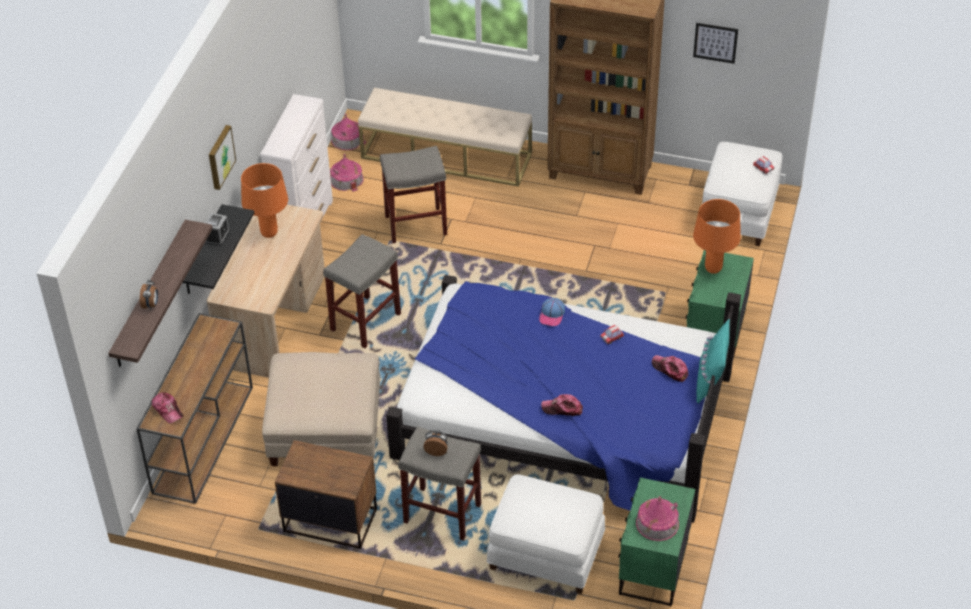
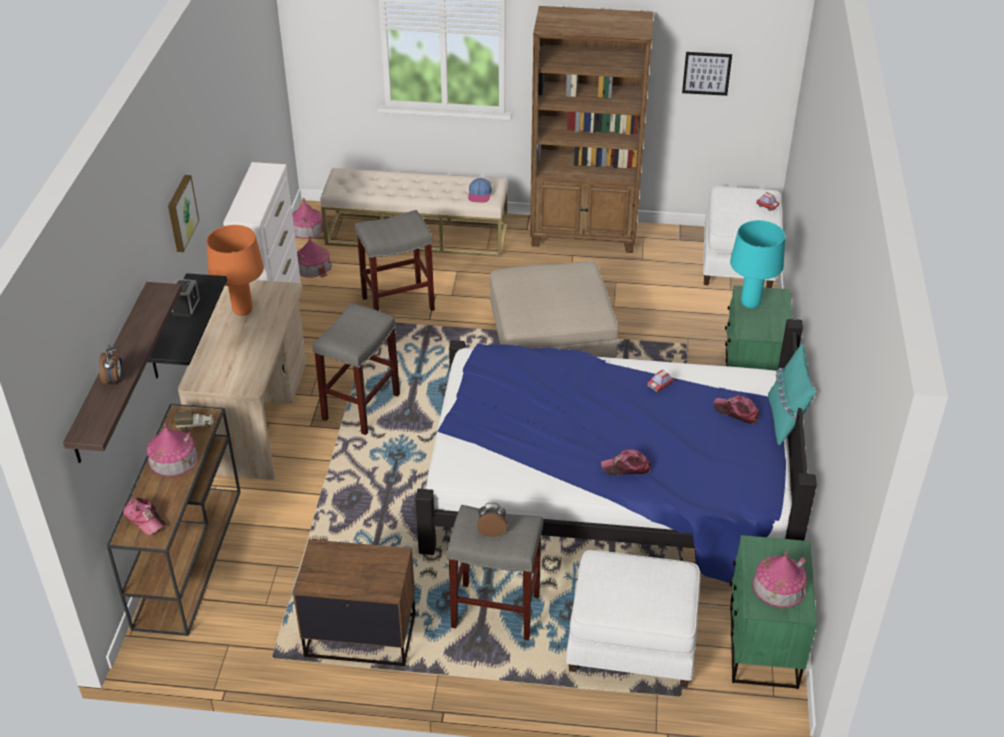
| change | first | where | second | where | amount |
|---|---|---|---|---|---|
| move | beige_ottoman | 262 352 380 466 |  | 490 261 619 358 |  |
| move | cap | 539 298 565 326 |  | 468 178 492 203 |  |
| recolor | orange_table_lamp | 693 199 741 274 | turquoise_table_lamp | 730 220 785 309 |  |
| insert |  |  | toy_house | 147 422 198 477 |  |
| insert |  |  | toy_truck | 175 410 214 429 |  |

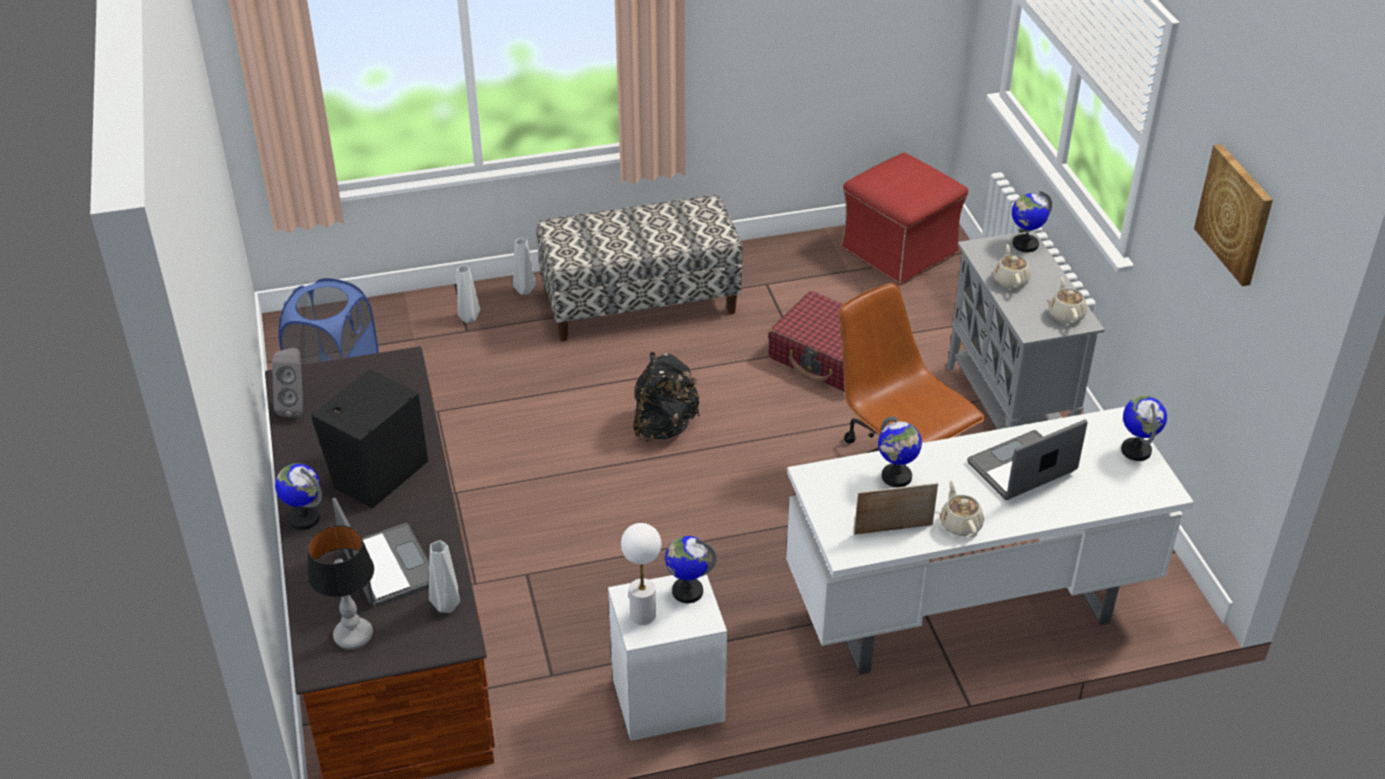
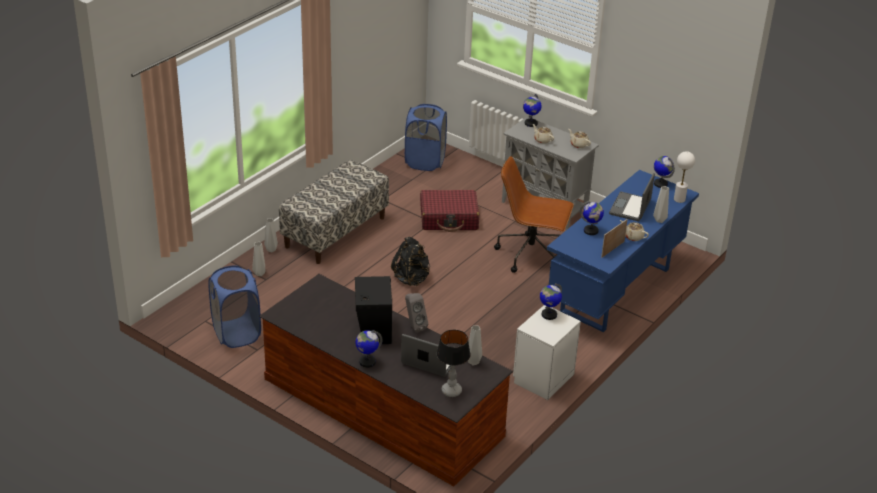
| change | first | where | second | where | amount |
|---|---|---|---|---|---|
| move | grey_speaker | 272 348 303 418 |  | 405 293 428 333 |  |
| move | white_table_lamp | 621 523 661 625 |  | 674 151 695 203 |  |
| recolor | white_desk | 786 407 1194 675 | blue_desk | 547 170 699 332 |  |
| replace | red_ottoman | 840 153 968 285 | blue_laundry_basket | 405 104 447 171 |  |
| delete | picture | 1194 144 1273 286 |  |  |  |
| insert |  |  | grey_vase | 653 186 669 223 |  |

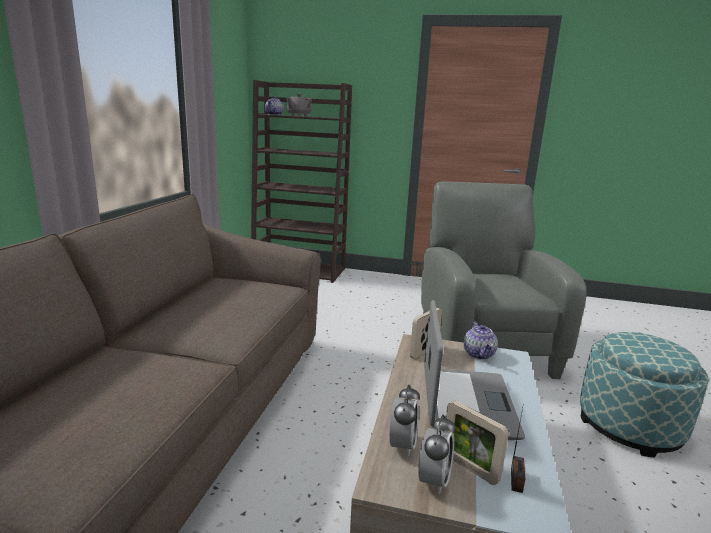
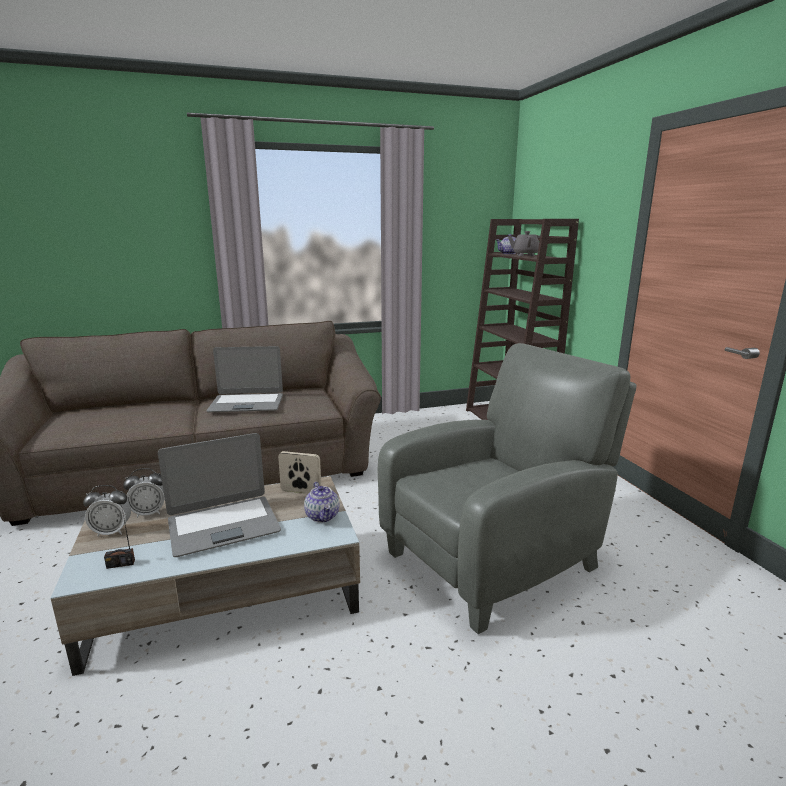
| change | first | where | second | where | amount |
|---|---|---|---|---|---|
| delete | picture_frame | 445 400 509 485 |  |  |  |
| rotate | teapot | 464 322 498 360 |  | 304 482 339 523 | 75 degrees counterclockwise |
| delete | ottoman | 580 332 709 458 |  |  |  |
| insert |  |  | laptop | 206 346 283 412 |  |

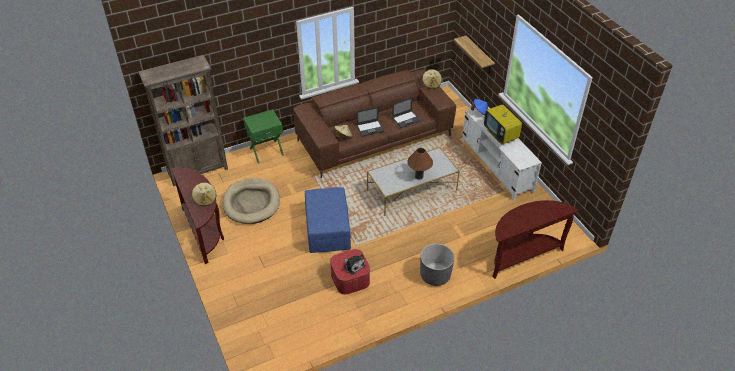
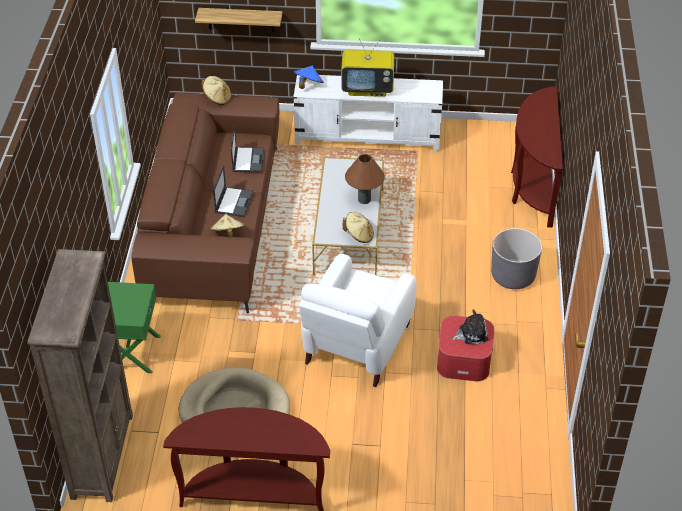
| change | first | where | second | where | amount |
|---|---|---|---|---|---|
| move | beige_hat | 192 182 216 206 |  | 343 212 374 243 |  |
| replace | blue_ottoman | 305 187 351 253 | white_armchair | 299 254 416 387 |  |

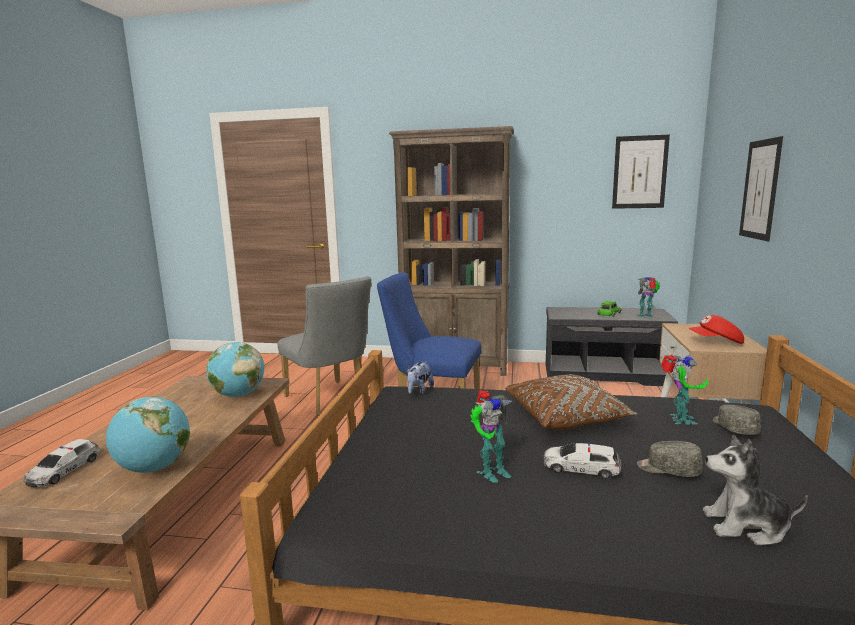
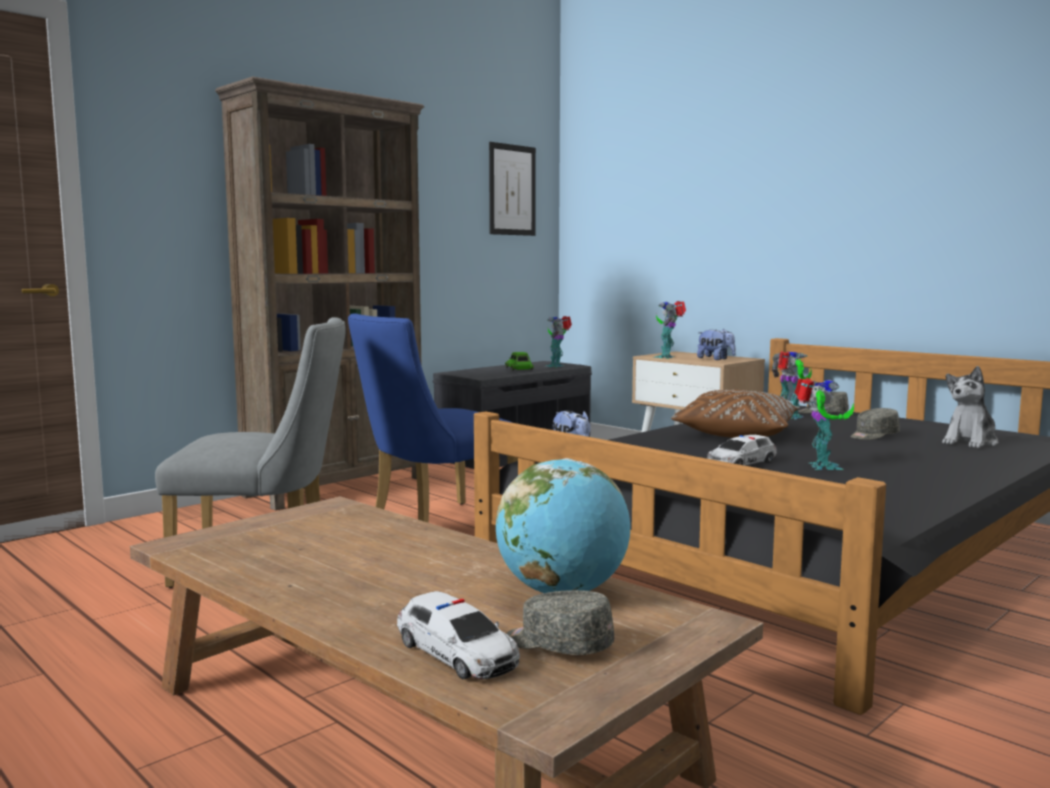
| change | first | where | second | where | amount |
|---|---|---|---|---|---|
| delete | globe | 206 342 264 397 |  |  |  |
| move | toy_car | 543 443 621 479 |  | 707 435 777 466 |  |
| replace | red_cap | 688 315 744 344 | plush_toy | 697 329 736 360 |  |
| delete | picture | 739 136 783 241 |  |  |  |
| insert |  |  | grey_cap | 506 590 614 655 |  |
| insert |  |  | toy_robot | 653 301 686 359 |  |

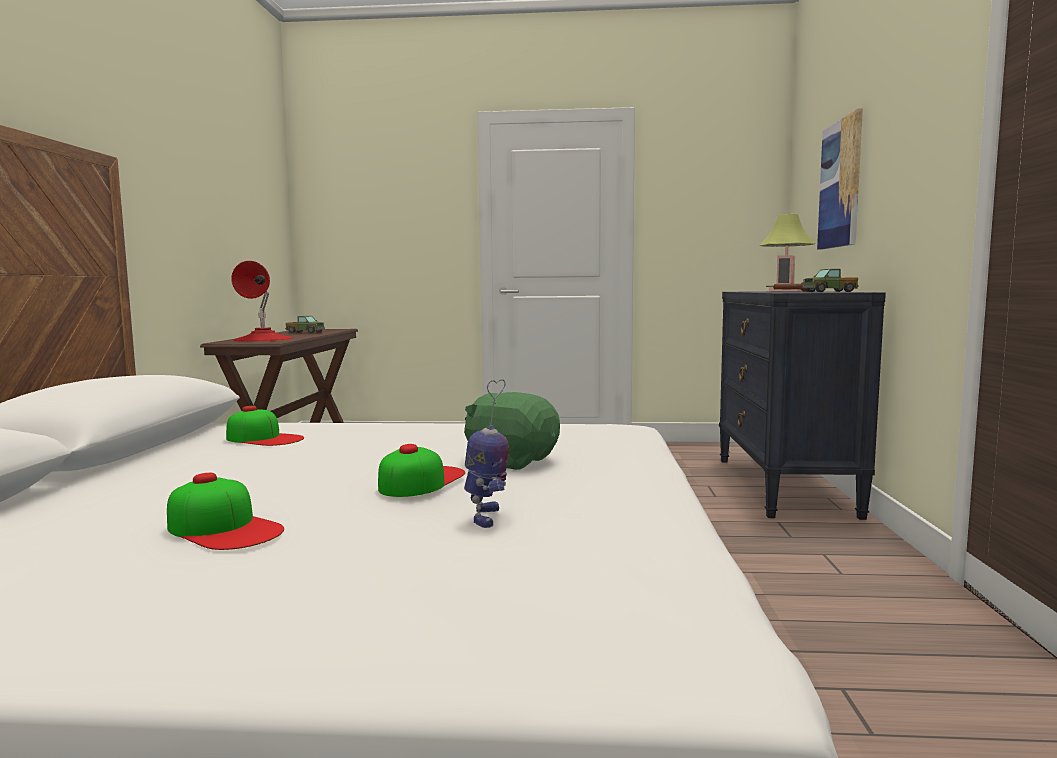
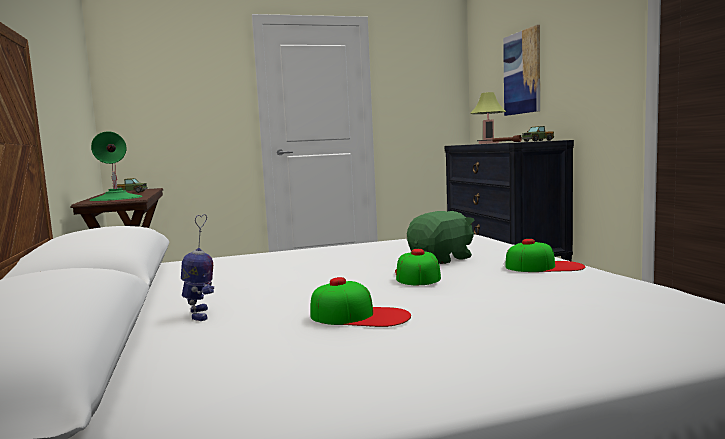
| change | first | where | second | where | amount |
|---|---|---|---|---|---|
| move | cap | 226 406 304 446 |  | 505 239 585 272 |  |
| recolor | red_table_lamp | 231 261 293 341 | green_table_lamp | 90 131 142 201 |  |
| move | toy_robot | 464 379 509 528 |  | 181 214 214 321 |  |
| rotate | green_plush_toy | 464 392 560 470 |  | 407 211 475 264 | 135 degrees clockwise |

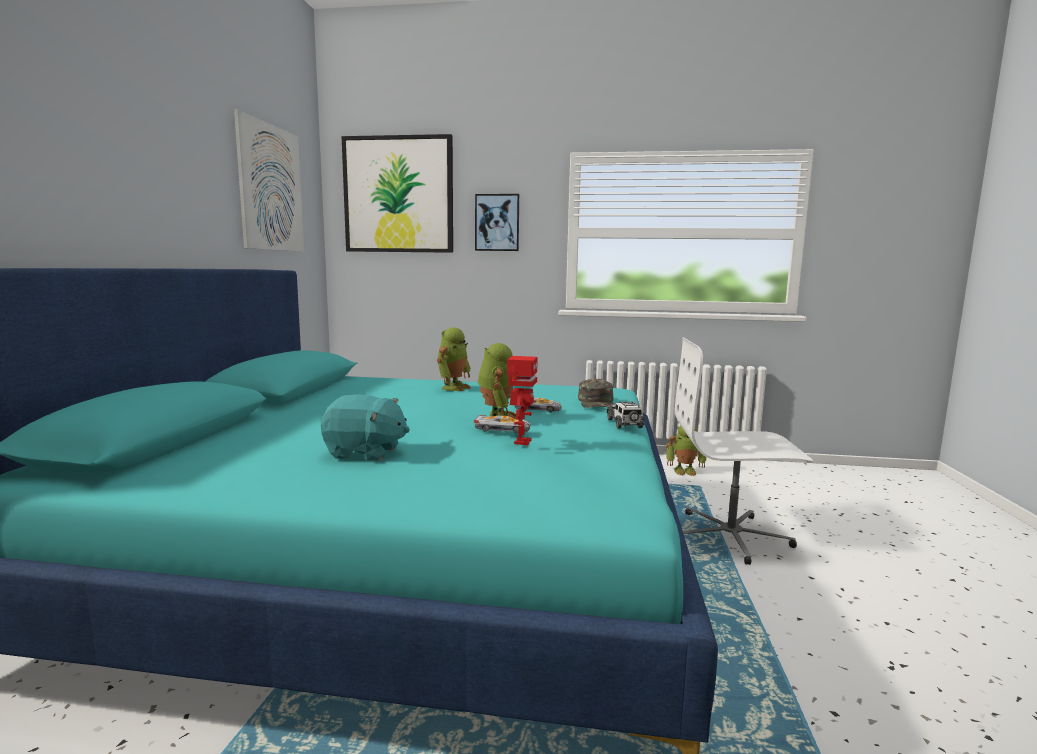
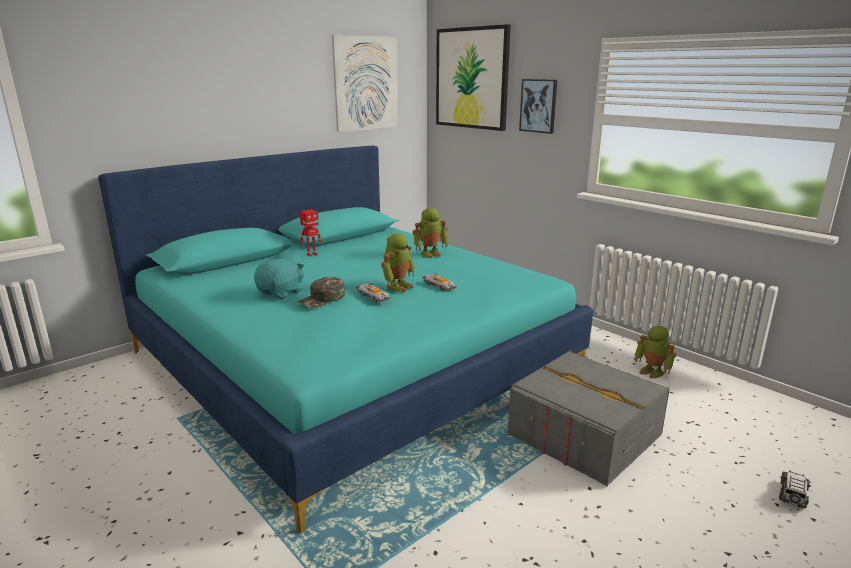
| change | first | where | second | where | amount |
|---|---|---|---|---|---|
| rotate | turquoise_plush_toy | 321 395 410 461 |  | 254 257 304 299 | 105 degrees counterclockwise |
| move | toy_robot | 507 356 538 445 |  | 299 209 323 256 |  |
| move | green_cap | 578 379 614 408 |  | 297 277 345 308 |  |
| move | toy_car | 607 401 645 429 |  | 779 471 811 508 |  |
| replace | white_office_chair | 675 337 813 565 | grey_storage_box | 508 350 670 486 |  |

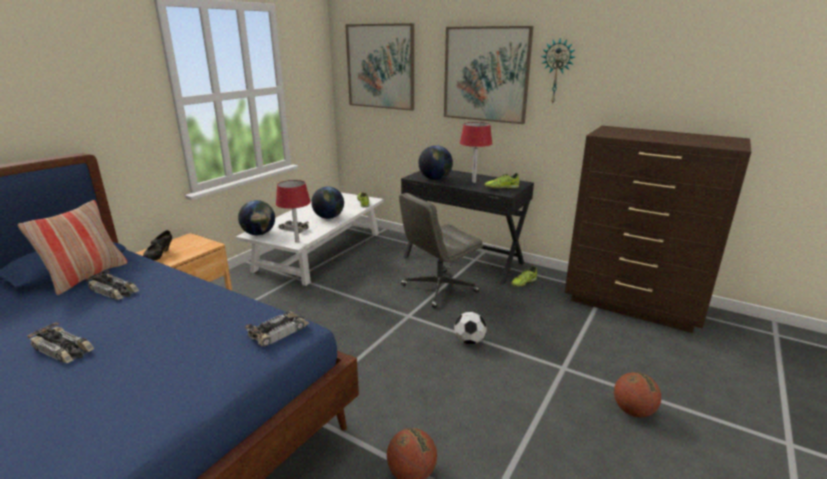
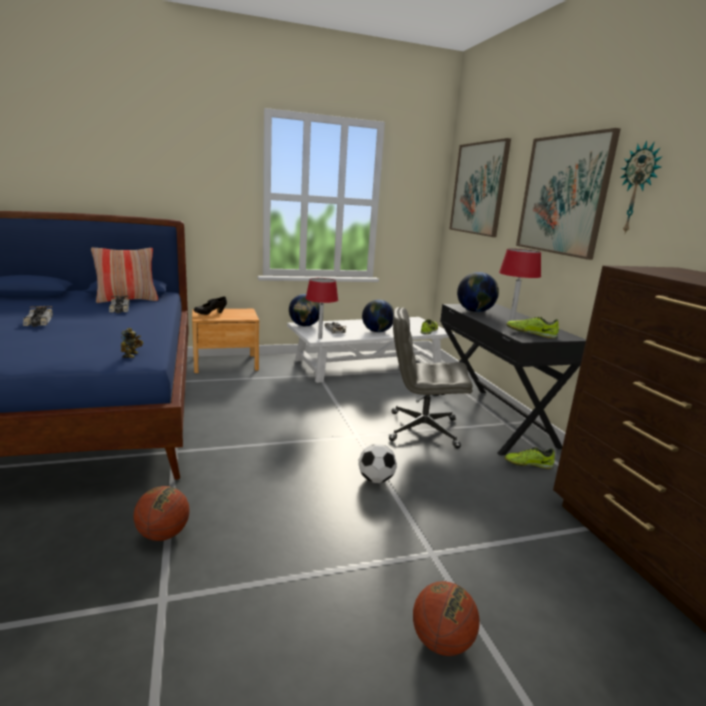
| change | first | where | second | where | amount |
|---|---|---|---|---|---|
| replace | toy_car | 245 311 309 347 | toy_robot | 121 328 144 358 |  |

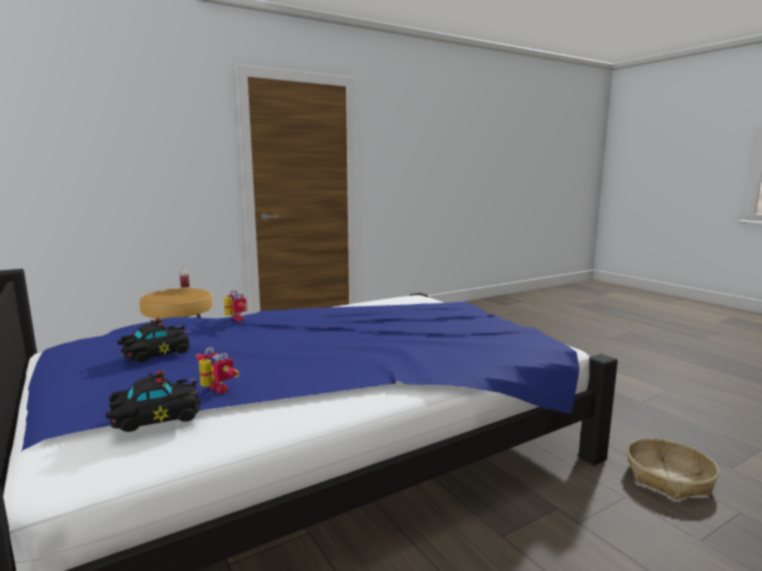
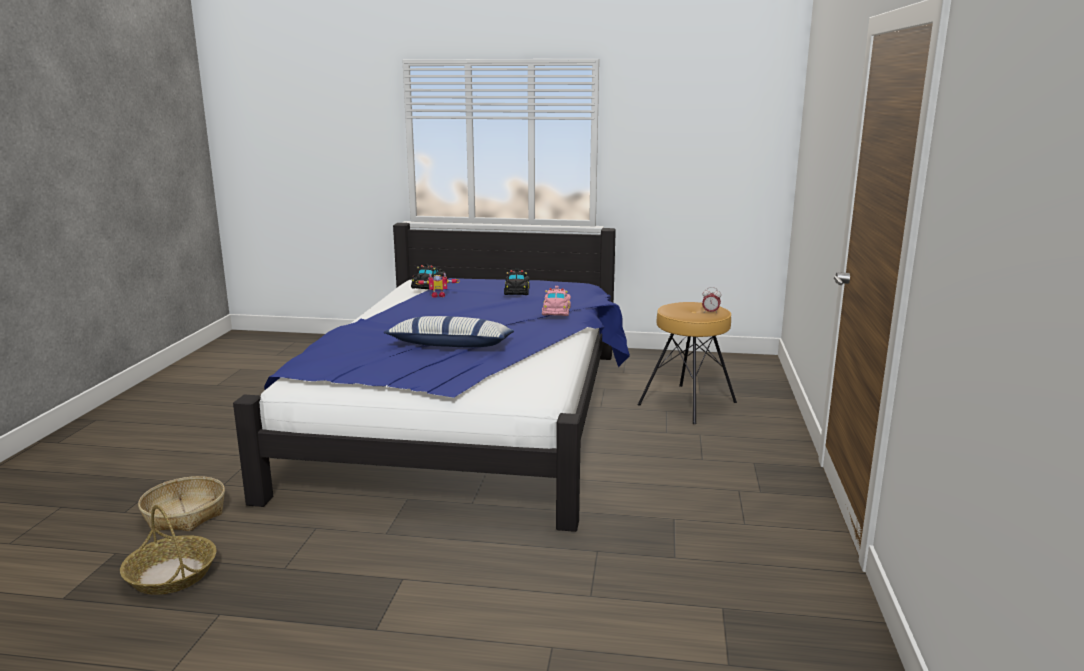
| change | first | where | second | where | amount |
|---|---|---|---|---|---|
| replace | toy_robot | 224 290 247 322 | pink_toy_car | 542 286 571 316 |  |
| insert |  |  | basket | 120 505 216 595 |  |
| insert |  |  | pillow | 384 316 514 347 |  |

